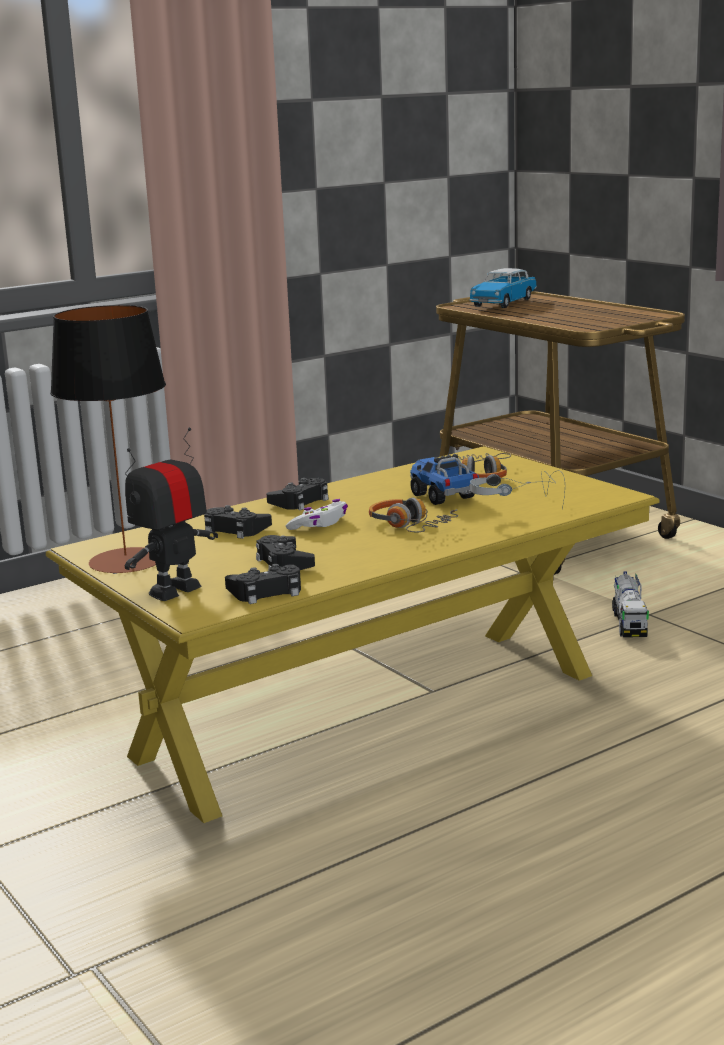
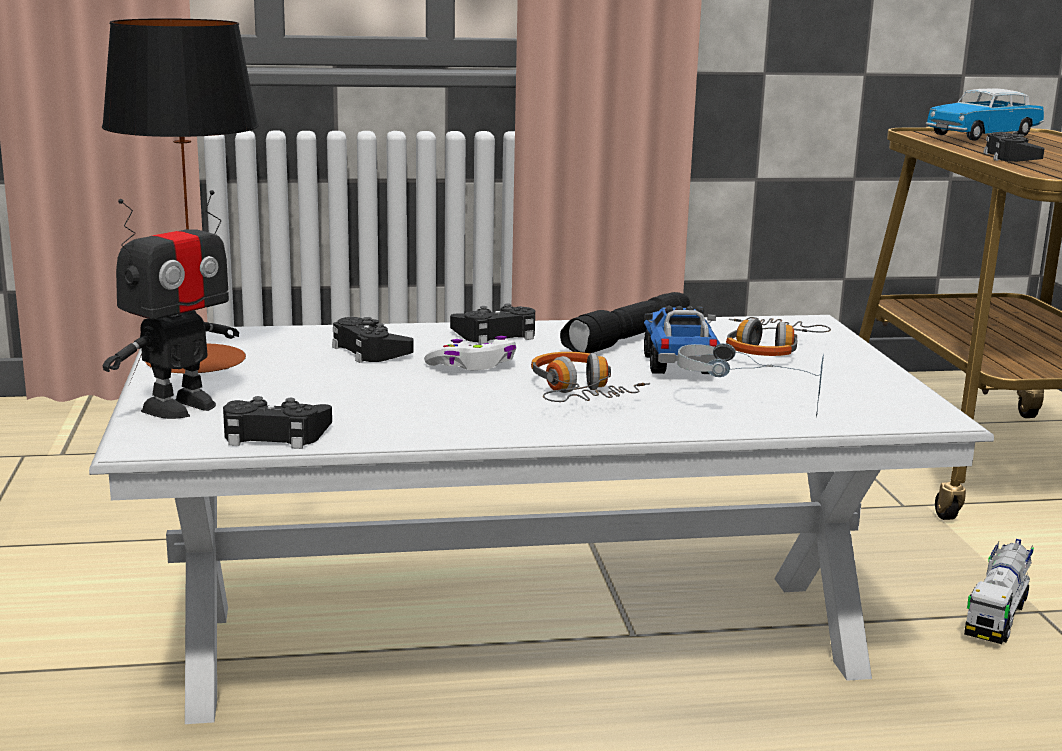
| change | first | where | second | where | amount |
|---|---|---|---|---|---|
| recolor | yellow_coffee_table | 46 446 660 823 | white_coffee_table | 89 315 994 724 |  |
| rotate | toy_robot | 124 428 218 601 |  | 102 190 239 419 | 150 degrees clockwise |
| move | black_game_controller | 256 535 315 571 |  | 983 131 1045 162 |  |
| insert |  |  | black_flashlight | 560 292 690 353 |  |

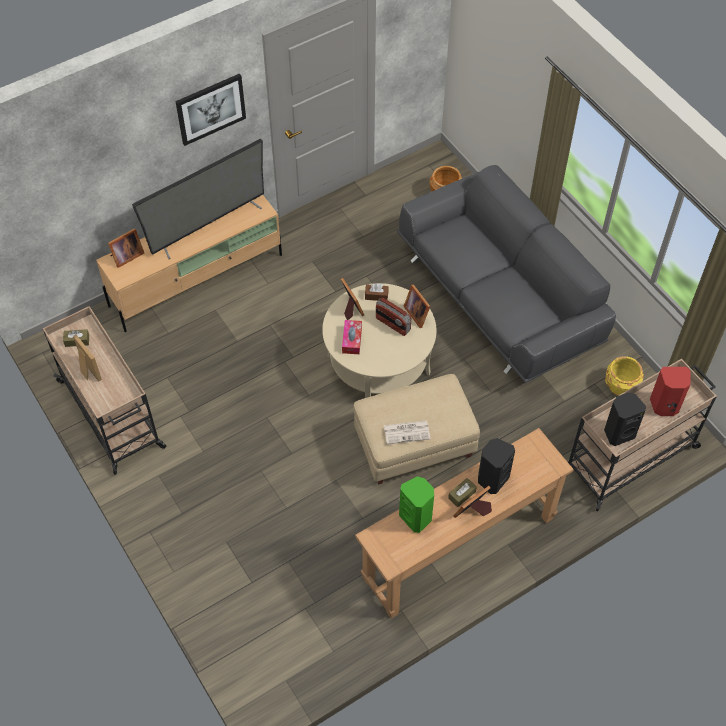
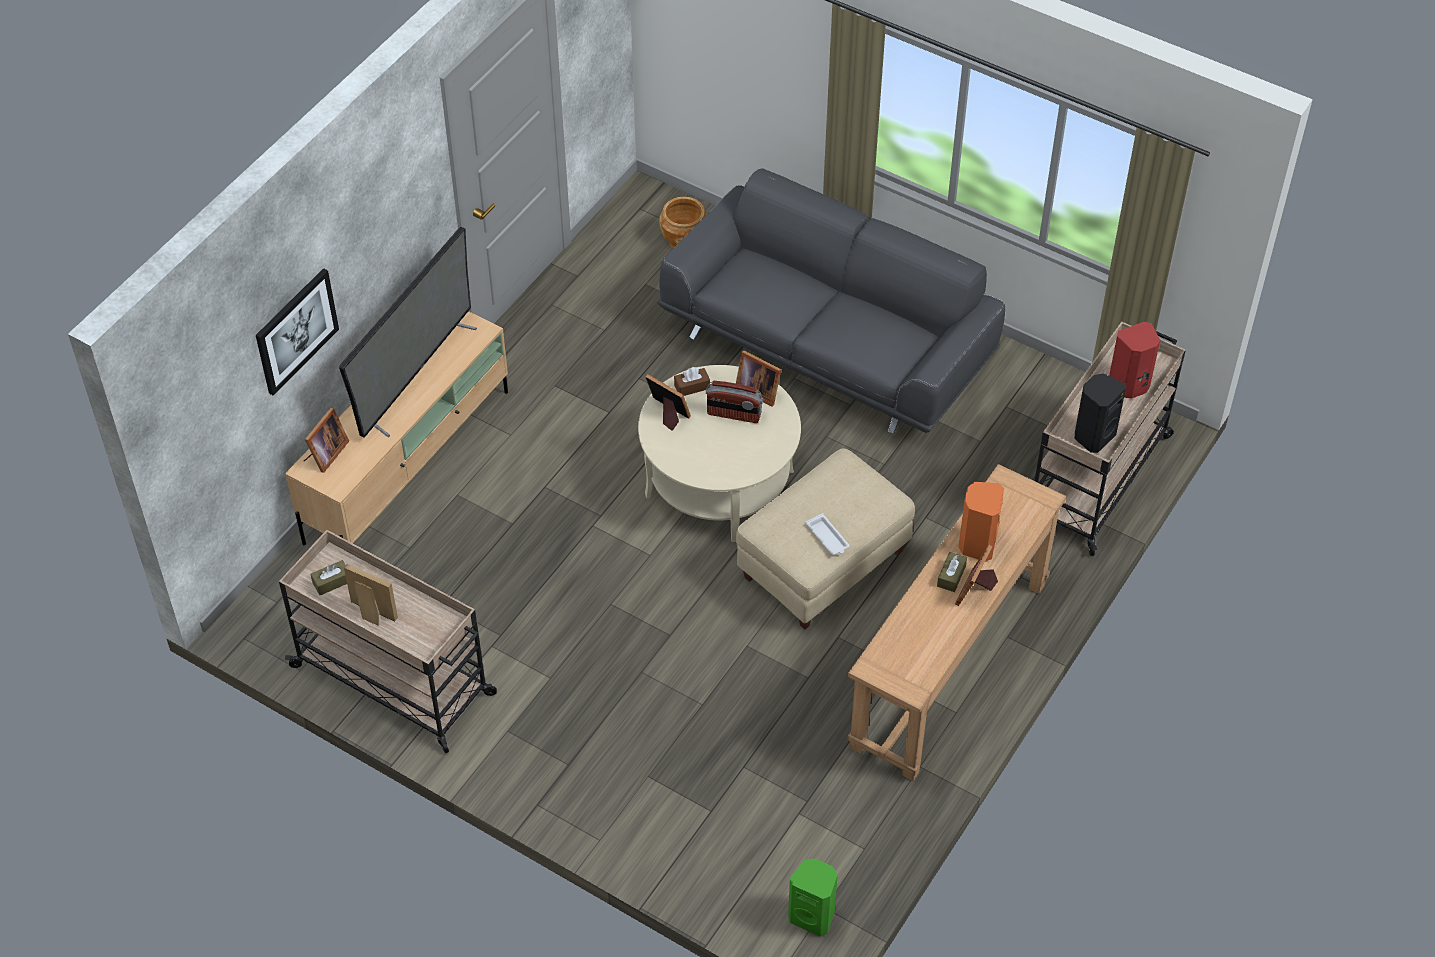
| change | first | where | second | where | amount |
|---|---|---|---|---|---|
| move | picture | 175 73 246 146 |  | 256 268 339 396 |  |
| delete | tissue_box | 342 320 362 354 |  |  |  |
| replace | newspaper | 384 420 430 444 | white_tray | 806 513 849 555 |  |
| move | green_speaker | 399 476 434 533 |  | 788 859 838 936 |  |
| recolor | black_speaker | 478 438 515 494 | orange_speaker | 958 482 1004 562 |  |
| delete | yellow_planter | 605 356 644 396 |  |  |  |

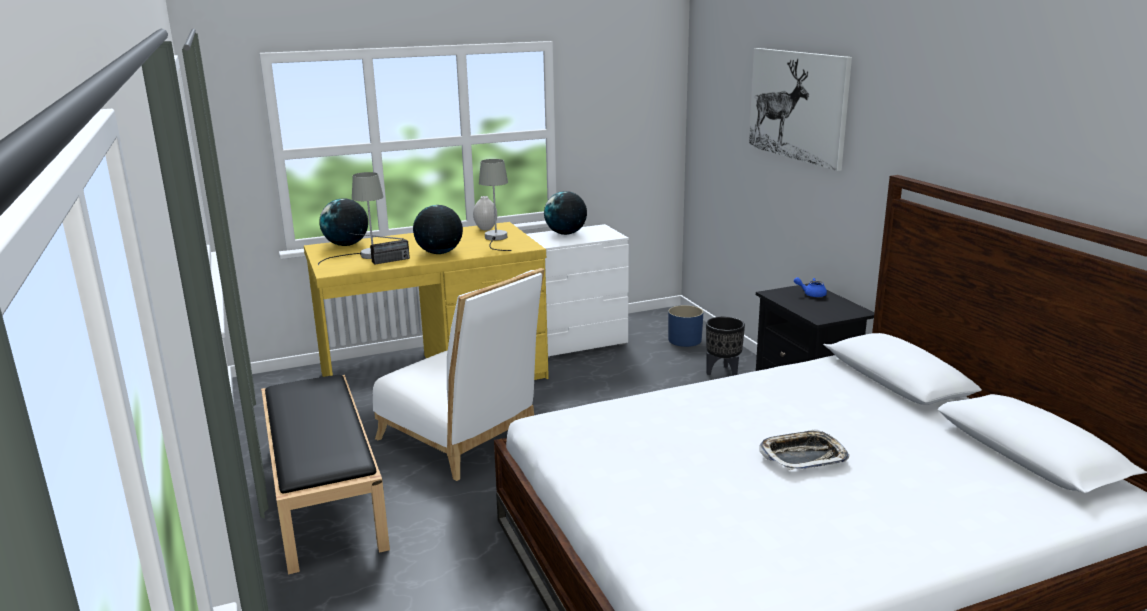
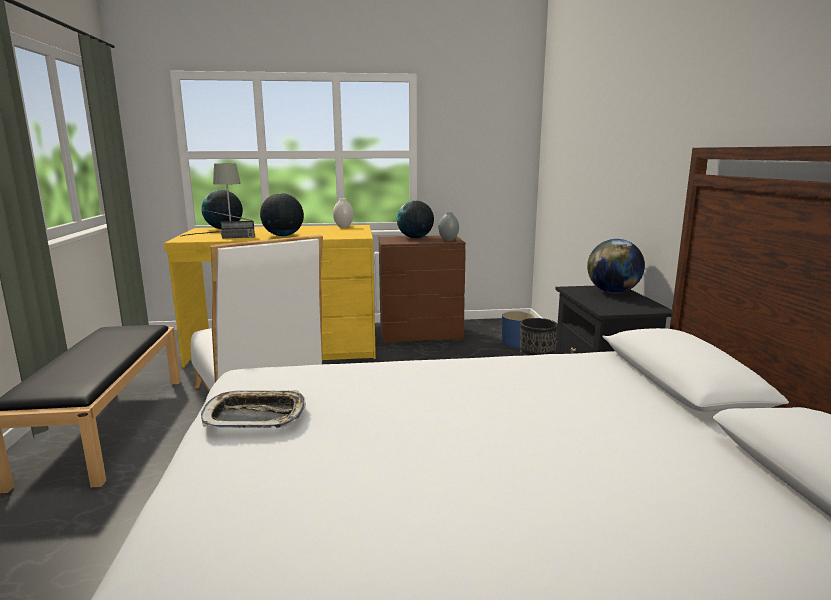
| change | first | where | second | where | amount |
|---|---|---|---|---|---|
| delete | grey_table_lamp | 479 159 512 251 |  |  |  |
| recolor | white_dresser | 527 224 629 358 | brown_dresser | 379 236 466 344 |  |
| delete | picture | 749 48 852 171 |  |  |  |
| move | tray | 760 429 849 470 |  | 201 390 306 428 |  |
| replace | blue_teapot | 794 277 827 297 | globe | 587 239 645 293 |  |
| insert |  |  | grey_vase | 438 212 459 241 |  |

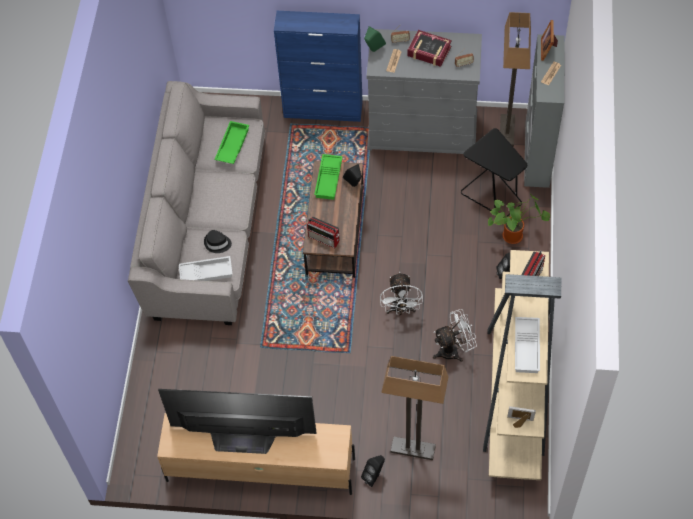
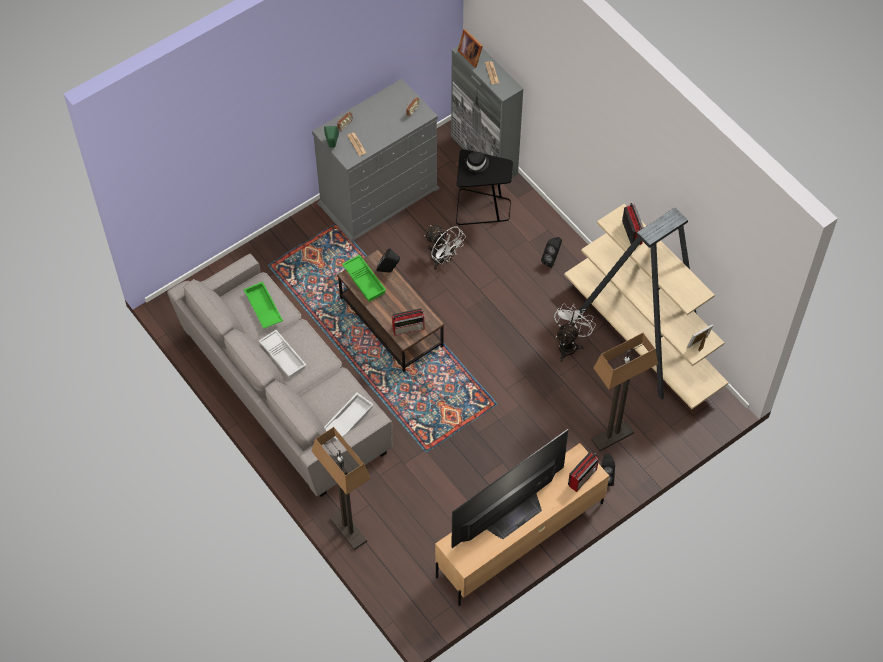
| change | first | where | second | where | amount |
|---|---|---|---|---|---|
| move | black_hat | 204 230 232 253 |  | 464 152 489 173 |  |
| delete | blue_cabinet | 274 11 363 122 |  |  |  |
| move | white_fan | 380 272 423 315 |  | 424 225 466 269 |  |
| delete | book | 407 30 452 67 |  |  |  |
| delete | potted_plant | 488 193 550 244 |  |  |  |
| move | floor_lamp | 500 12 531 147 |  | 312 427 371 550 |  |
| move | white_tray | 515 317 540 373 |  | 259 330 306 378 |  |
| insert |  |  | radio | 568 452 599 492 |  |

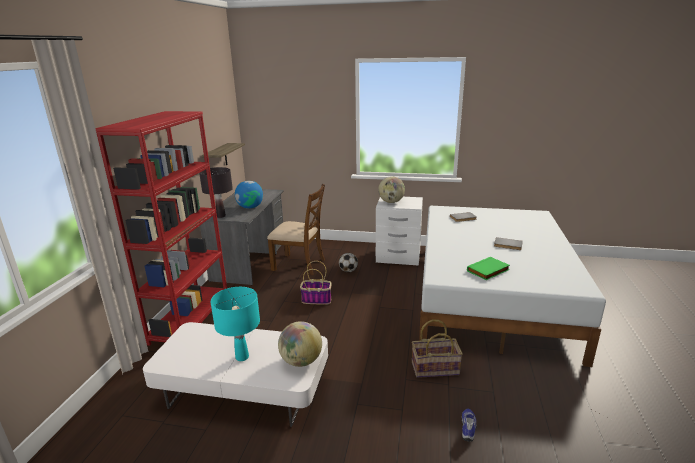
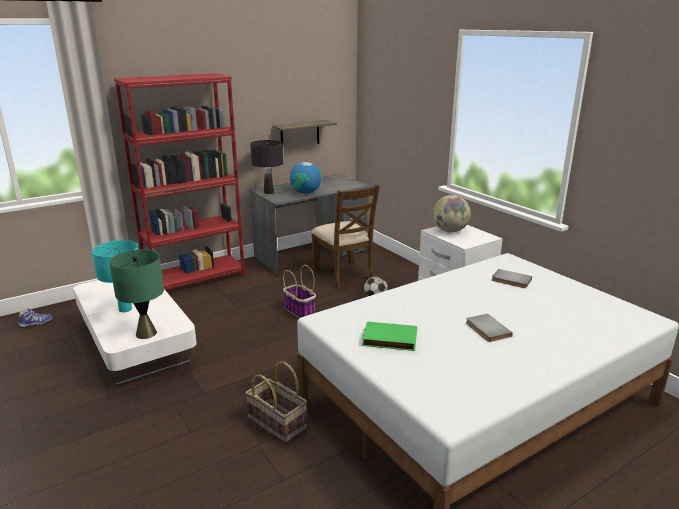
| change | first | where | second | where | amount |
|---|---|---|---|---|---|
| replace | globe | 278 321 322 367 | green_table_lamp | 109 250 164 339 |  |
| move | shoe | 462 409 477 442 |  | 18 308 53 328 |  |

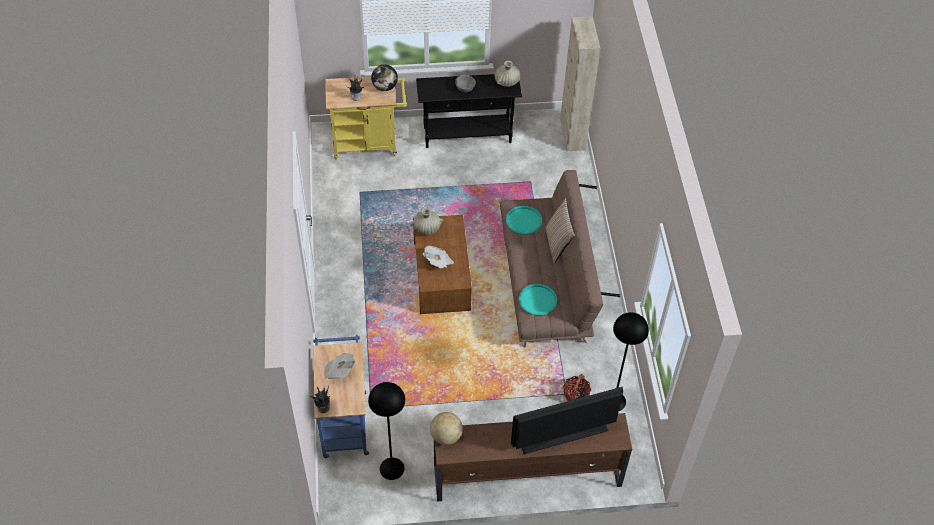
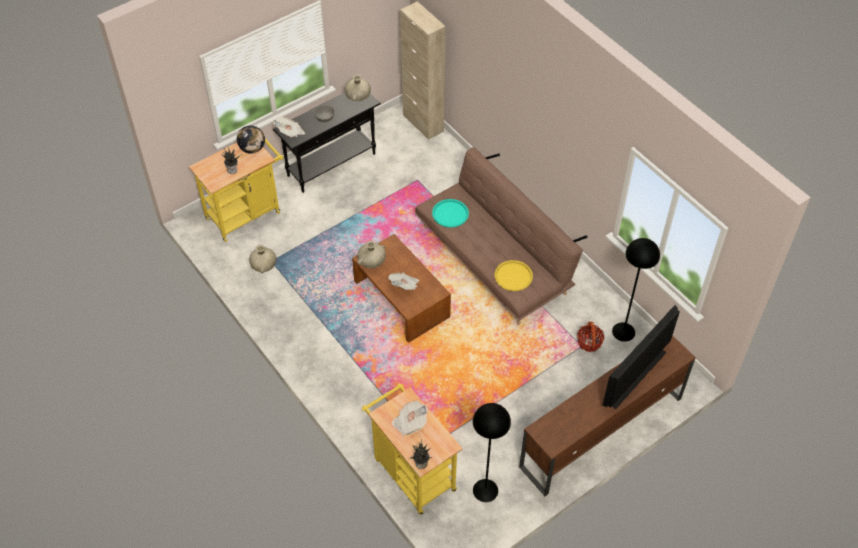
| change | first | where | second | where | amount |
|---|---|---|---|---|---|
| recolor | blue_cart | 313 335 369 458 | yellow_cart | 362 383 463 515 |  |
| delete | globe | 430 412 463 445 |  |  |  |
| recolor | turquoise_tray | 519 284 557 316 | yellow_tray | 495 260 533 291 |  |
| delete | pillow | 546 198 575 264 |  |  |  |
| insert |  |  | beige_vase | 249 245 276 273 |  |
| insert |  |  | newspaper | 274 117 305 137 |  |

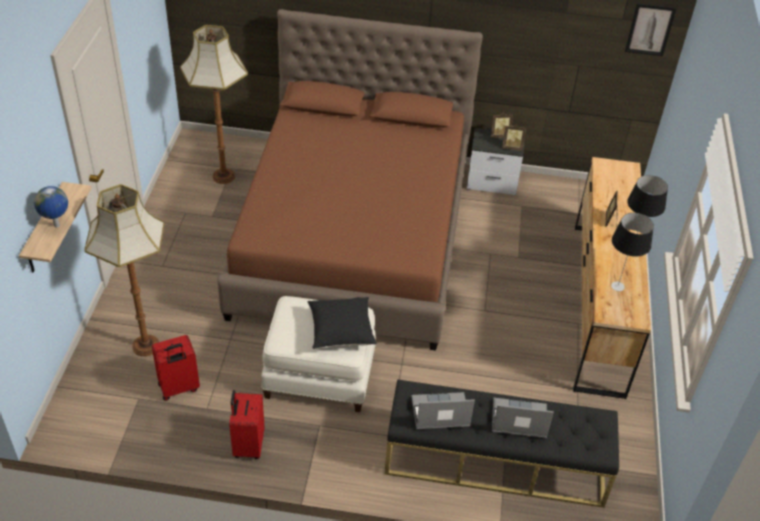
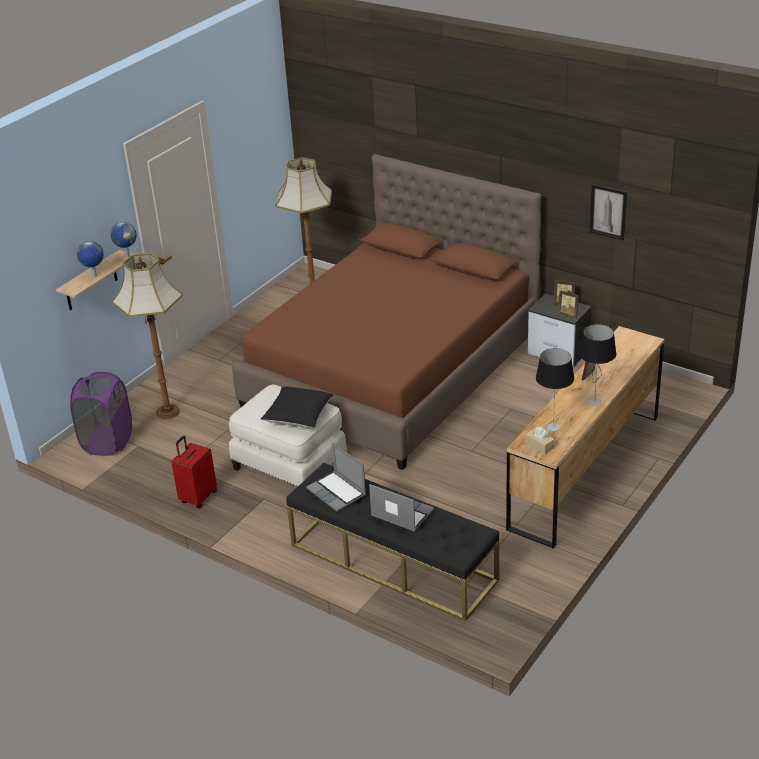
| change | first | where | second | where | amount |
|---|---|---|---|---|---|
| delete | red_suitcase | 152 335 200 401 |  |  |  |
| rotate | laptop | 412 392 475 429 |  | 306 442 366 512 | 150 degrees counterclockwise |
| move | picture | 625 3 677 56 |  | 590 184 627 240 |  |
| insert |  |  | purple_laundry_basket | 70 372 132 456 |  |
| insert |  |  | globe | 110 222 137 258 |  |
| insert |  |  | beige_tissue_box | 525 427 554 454 |  |

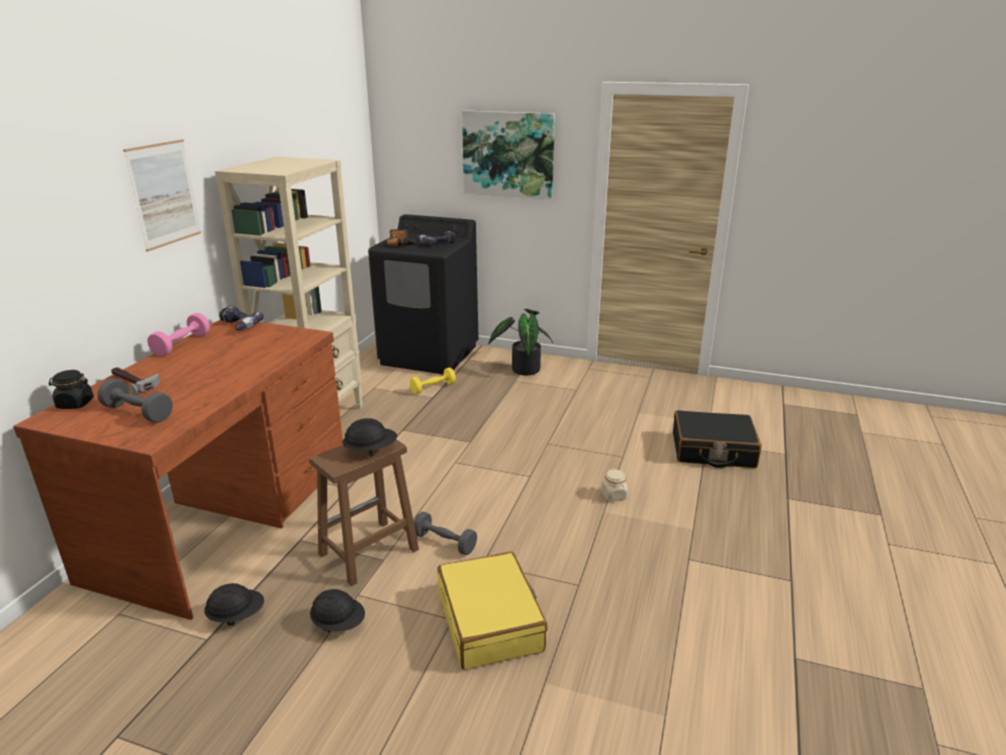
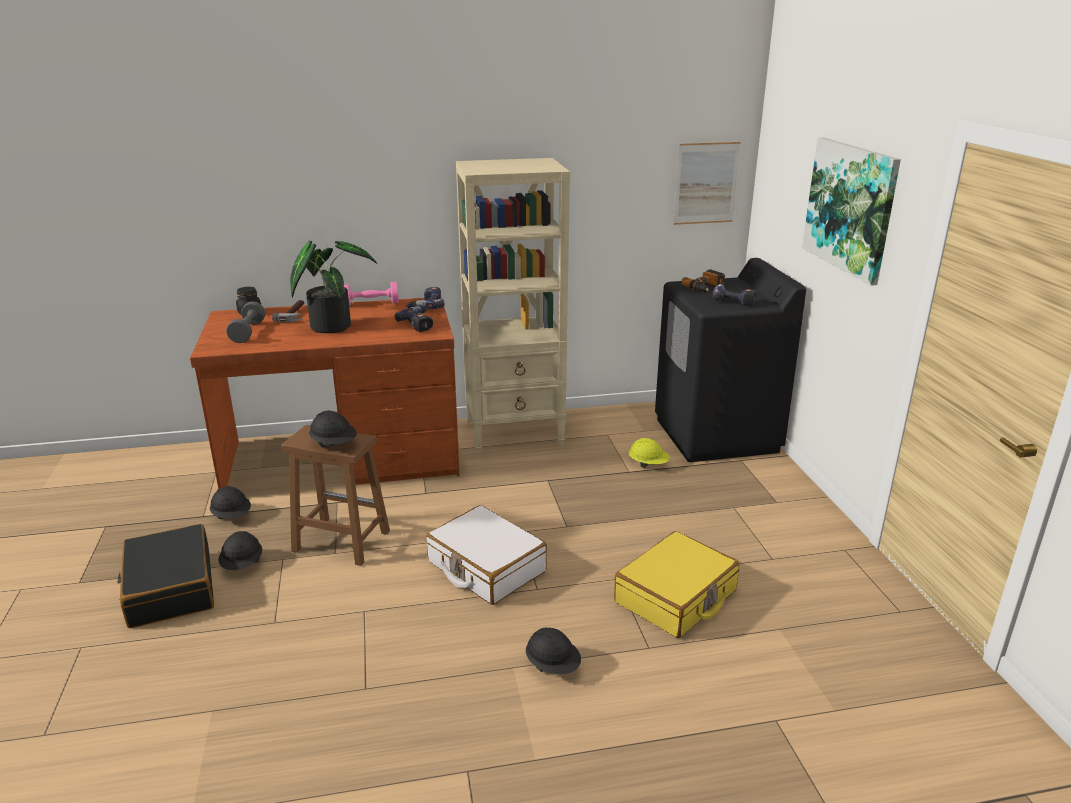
| change | first | where | second | where | amount |
|---|---|---|---|---|---|
| move | picture | 123 139 201 252 |  | 673 142 741 225 |  |
| replace | yellow_dumbbell | 410 367 456 394 | yellow_hard_hat | 628 438 670 468 |  |
| delete | grey_dumbbell | 414 512 477 555 |  |  |  |
| move | yellow_suitcase | 437 551 548 670 |  | 614 531 739 638 |  |
| move | potted_plant | 488 309 553 375 |  | 290 241 377 333 |  |
| replace | beige_jar | 601 469 628 501 | black_hard_hat | 526 627 581 674 |  |
| move | black_suitcase | 673 410 762 468 |  | 117 524 214 628 |  |
| insert |  |  | power_drill | 395 306 433 332 |  |
| insert |  |  | white_suitcase | 426 505 547 605 |  |

